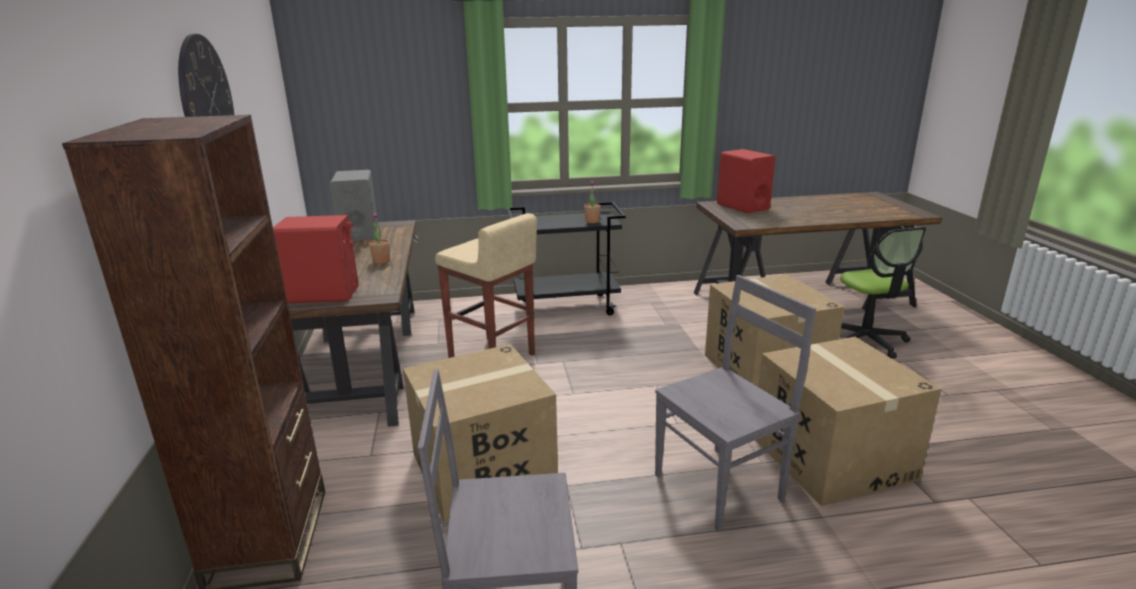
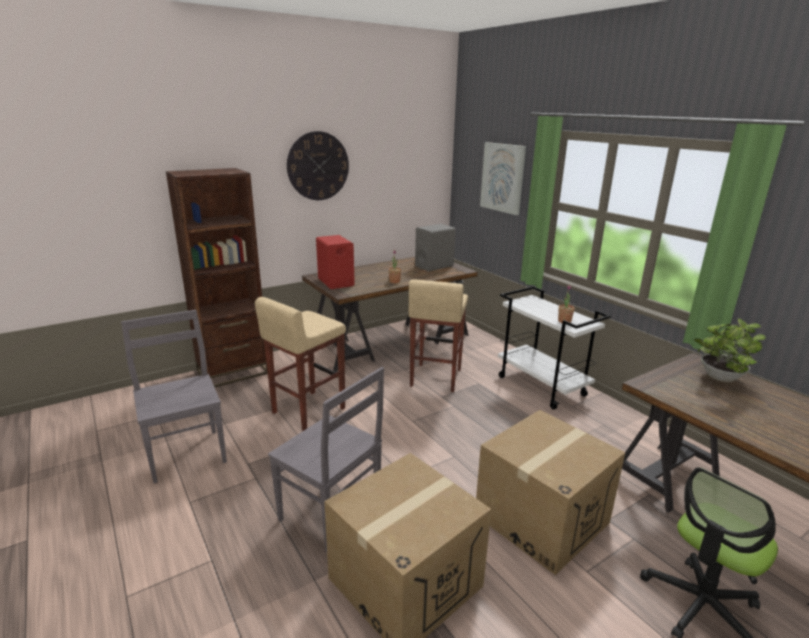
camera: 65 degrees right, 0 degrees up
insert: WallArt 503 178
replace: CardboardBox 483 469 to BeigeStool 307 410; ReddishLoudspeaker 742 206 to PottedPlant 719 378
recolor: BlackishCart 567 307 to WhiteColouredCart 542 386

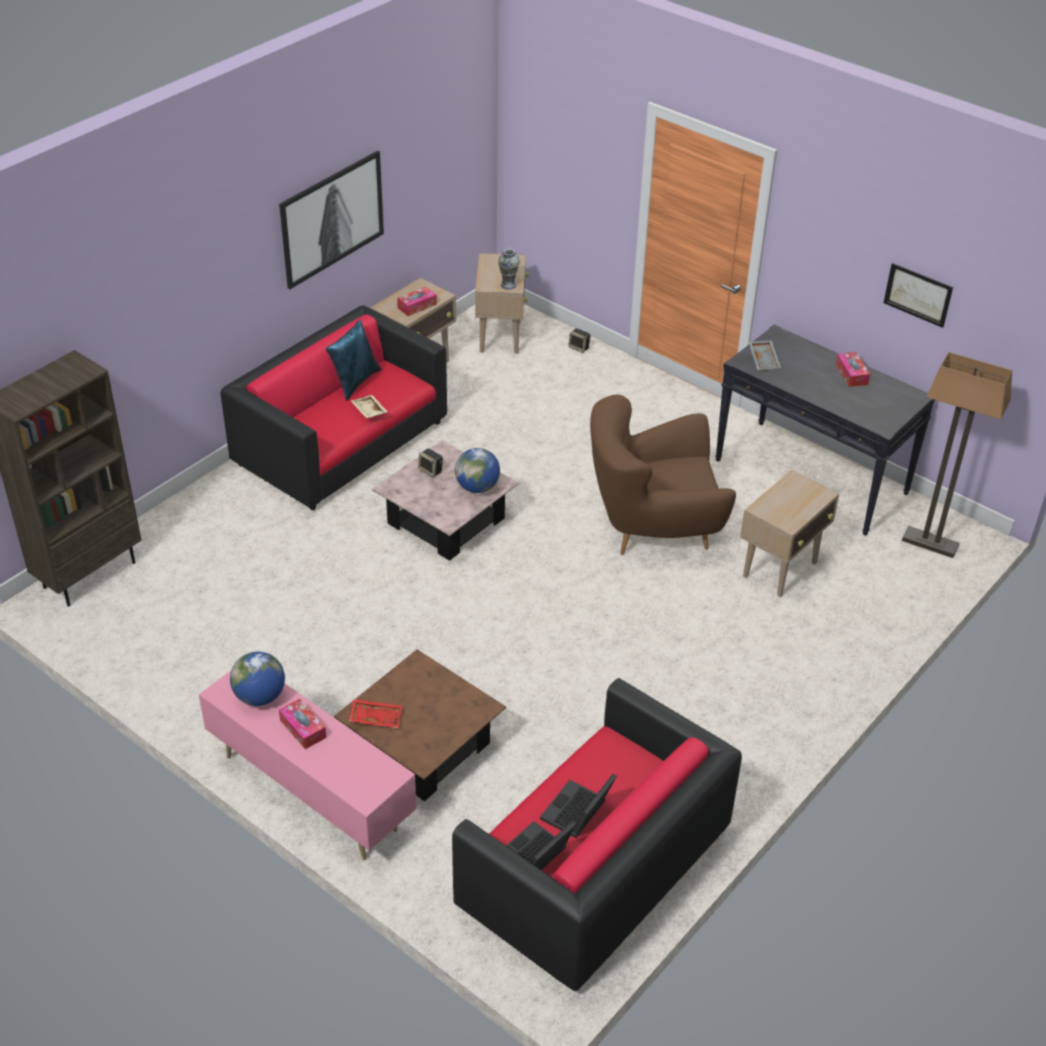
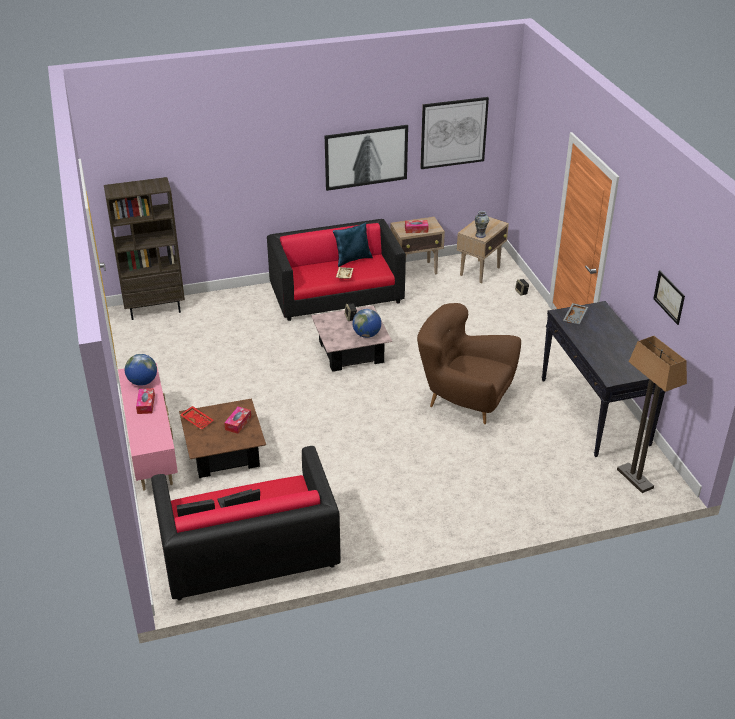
camera: 35 degrees right, 5 degrees down
delete: BeigeAccentTable 780 569
insert: WallArt 453 132
move: TissueHolder 851 374 to 238 423

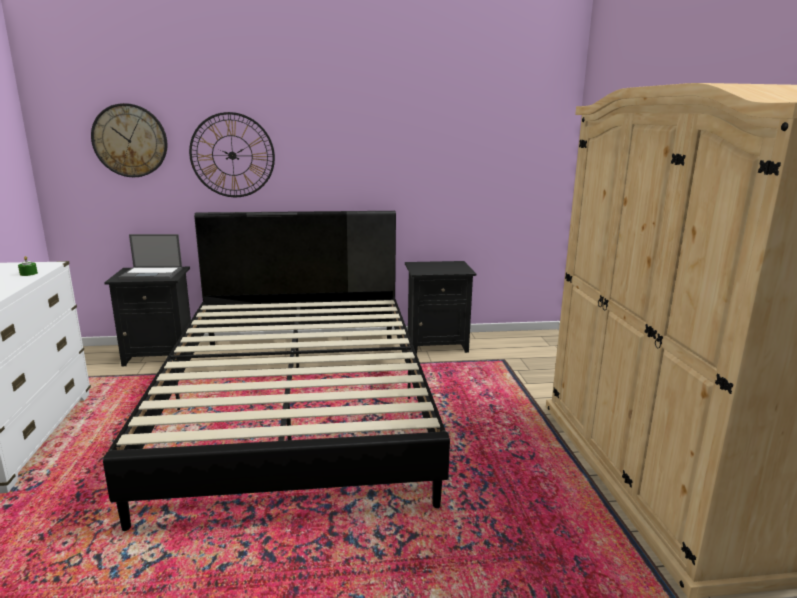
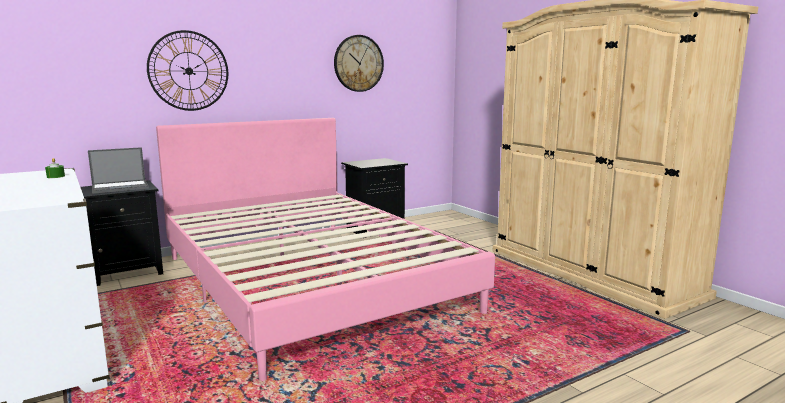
camera: 25 degrees left, 5 degrees down
move: WallClock 130 140 to 358 63
recolor: BlackishBed 298 405 to PinkColouredBed 309 281

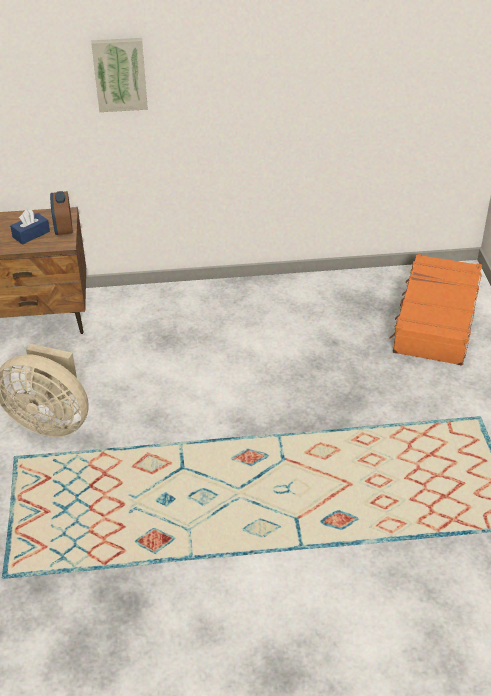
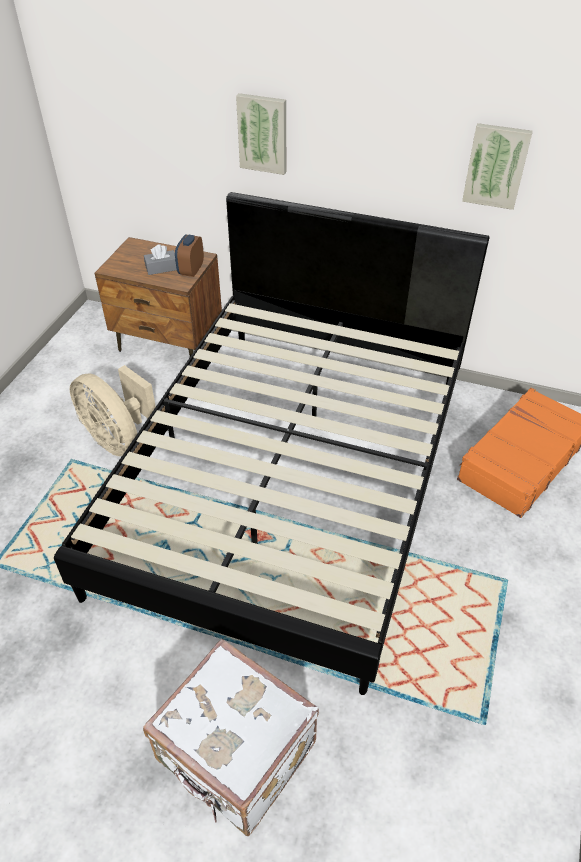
camera: 25 degrees right, 5 degrees up
insert: BlackishBed 291 477; WhiteColouredSuitcase 236 755; WallArt 496 166
recolor: BlueTissueHolder 31 234 to GrayTissueHolder 162 268

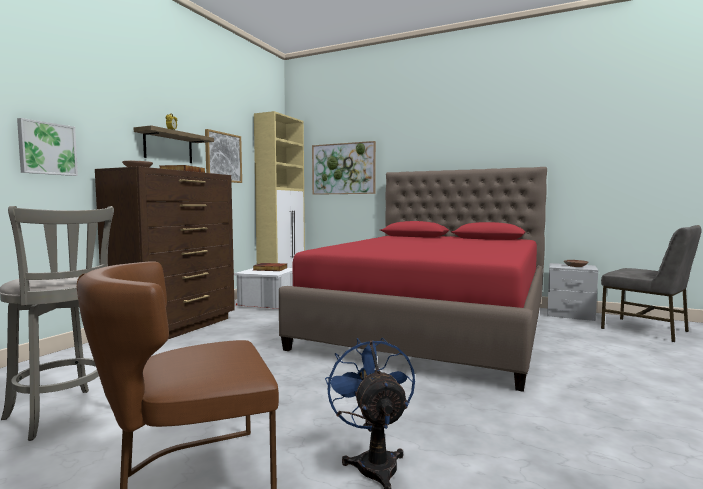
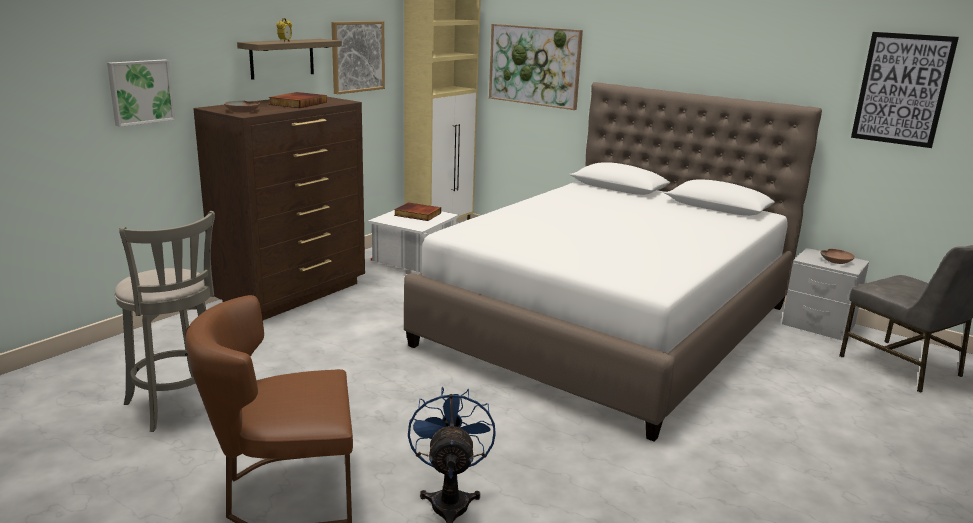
camera: 10 degrees right, 15 degrees up
insert: WallArt 902 89
recolor: ReddishBed 432 326 to WhiteColouredBed 610 325

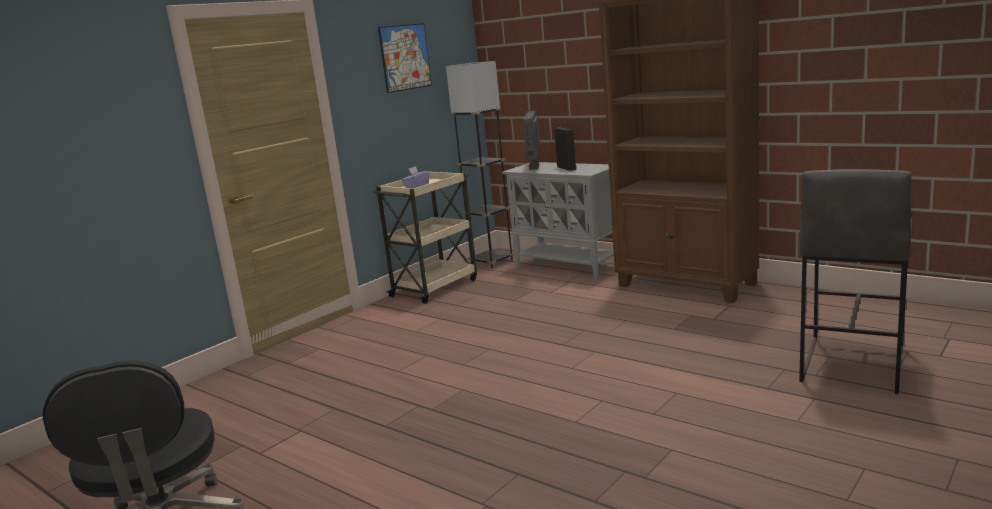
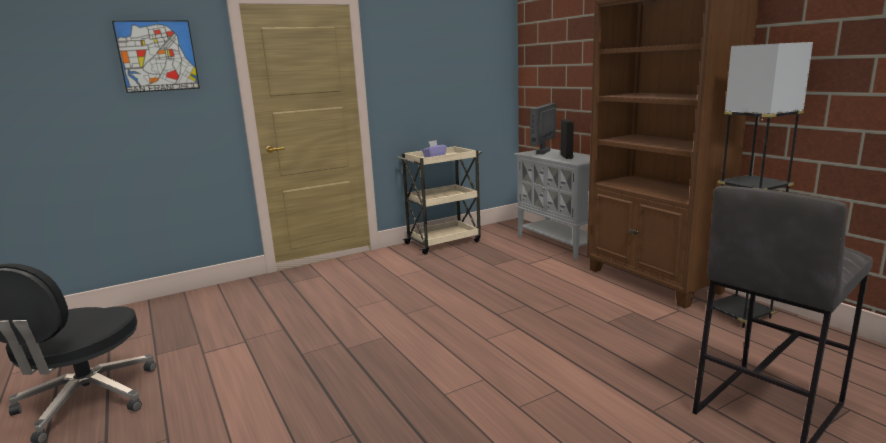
camera: 20 degrees right, 0 degrees up
move: WallArt 405 57 to 157 56; GrayStandingLamp 492 262 to 739 315

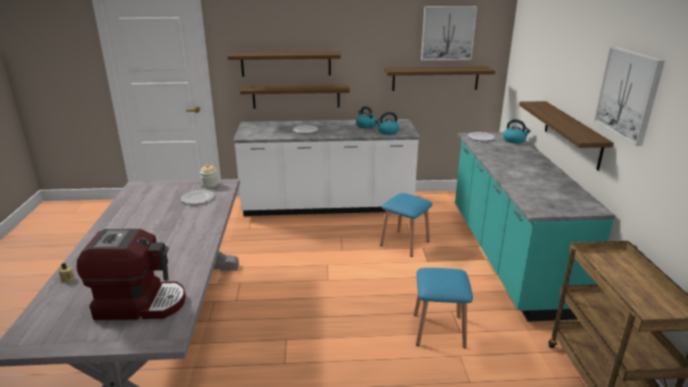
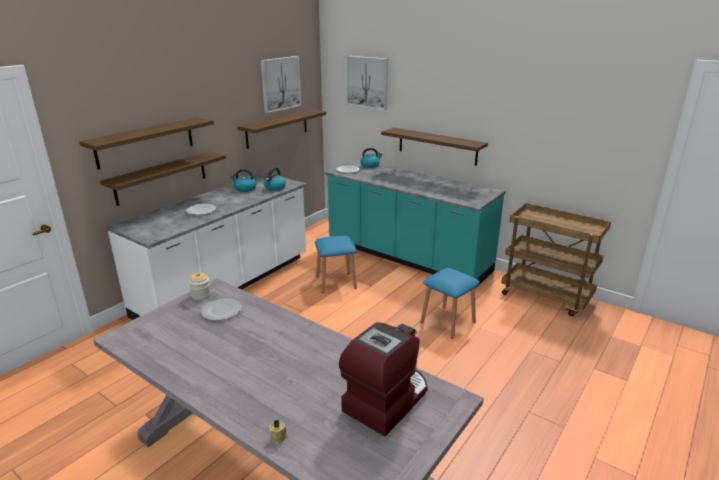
camera: 50 degrees left, 0 degrees up
move: WallArt 628 94 to 367 82

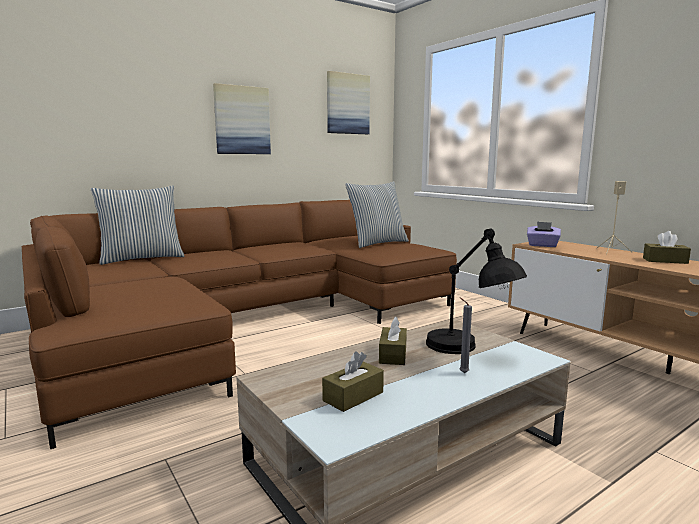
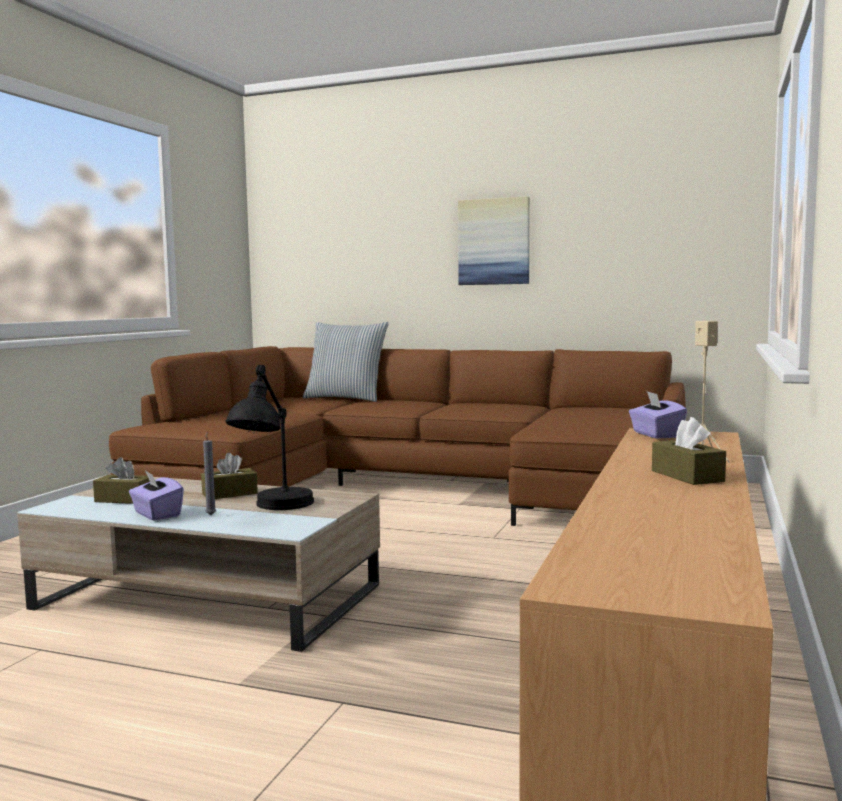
camera: 55 degrees right, 5 degrees down
delete: WallArt 347 104; Cushion 377 243
insert: PurpleColouredTissueHolder 156 514

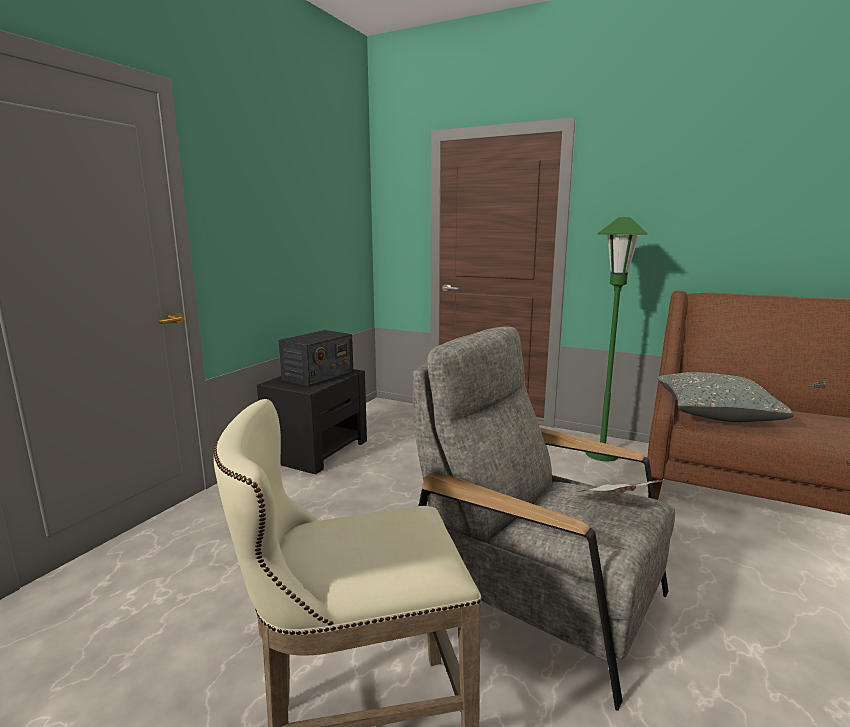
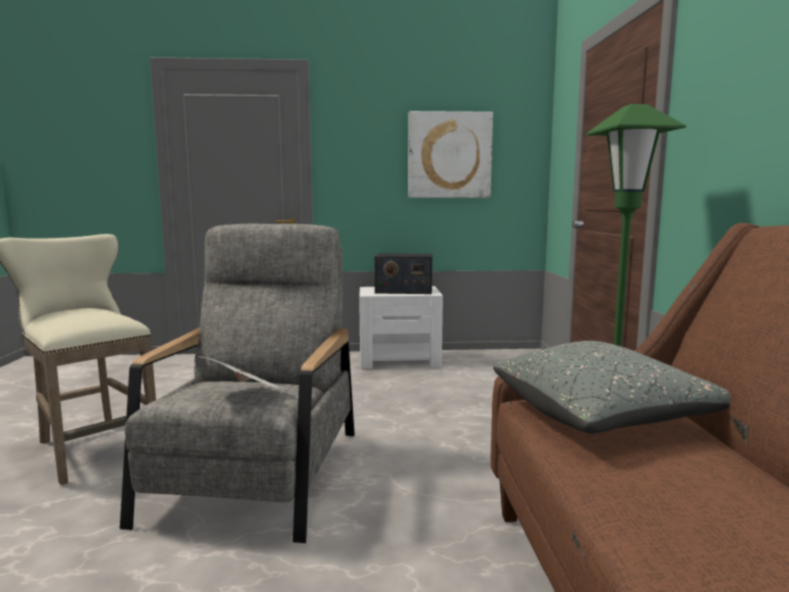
camera: 60 degrees right, 5 degrees down
insert: WallArt 449 155
recolor: BlackishNightstand 318 450 to WhiteColouredNightstand 400 359

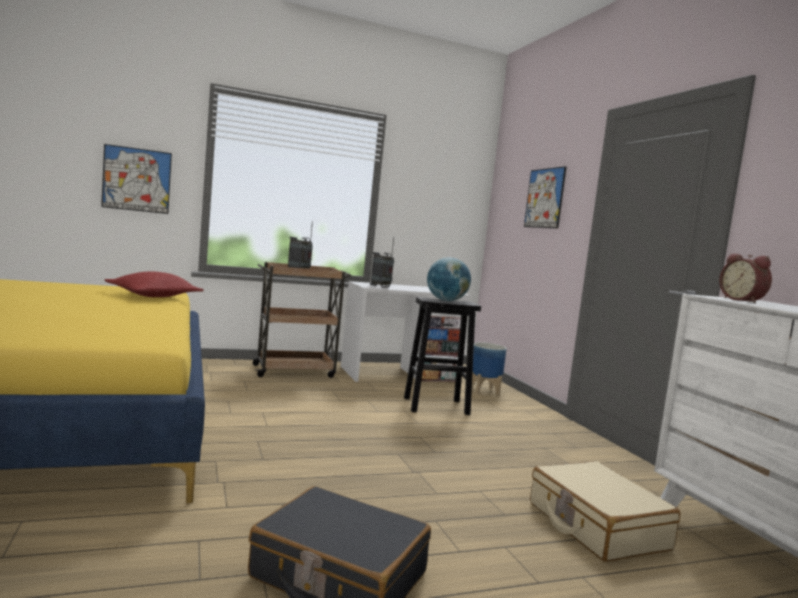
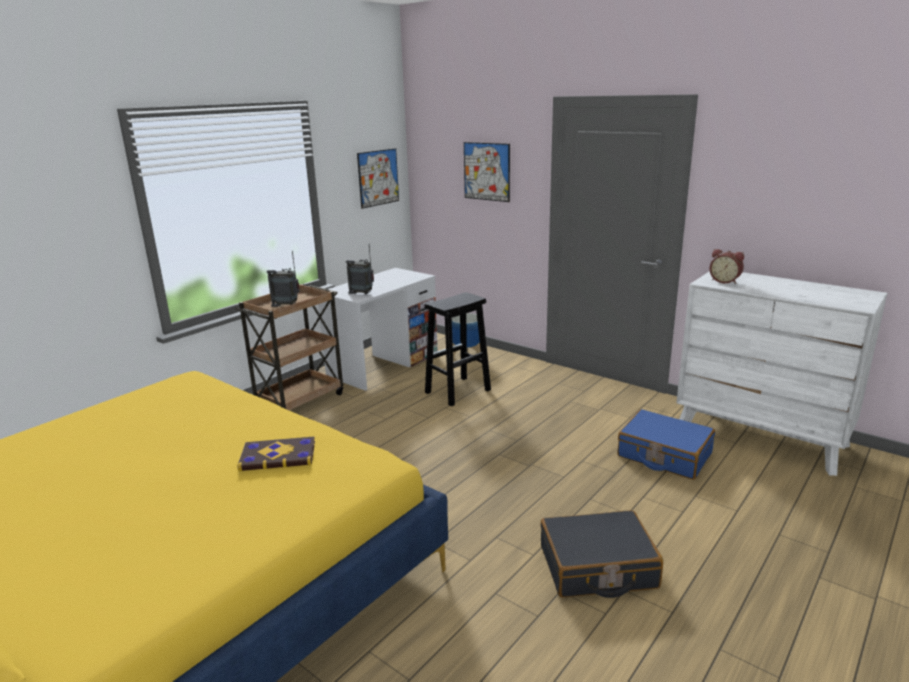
camera: 30 degrees left, 15 degrees up
delete: ReddishCushion 153 296; WorldGlobe 446 301
insert: Volume 278 455
move: WallArt 137 179 to 378 178
recolor: BeigeSuitcase 596 526 to BlueSuitcase 664 455

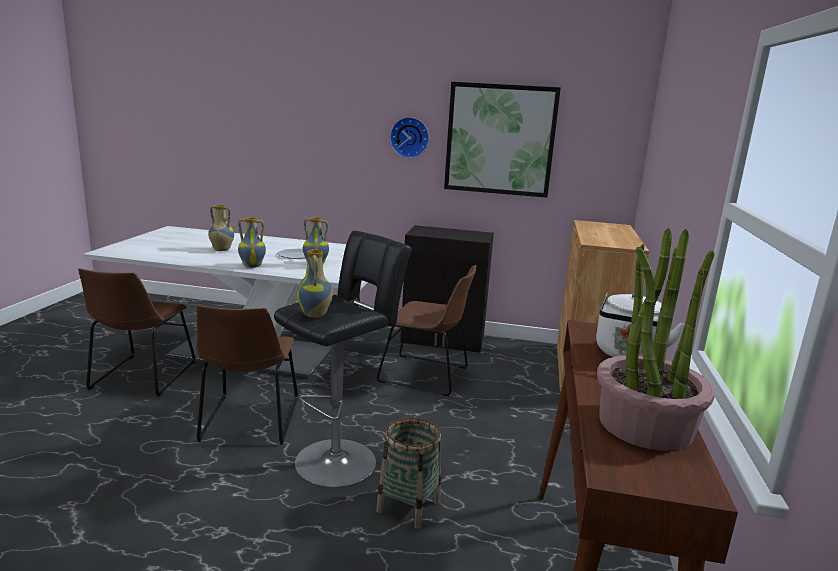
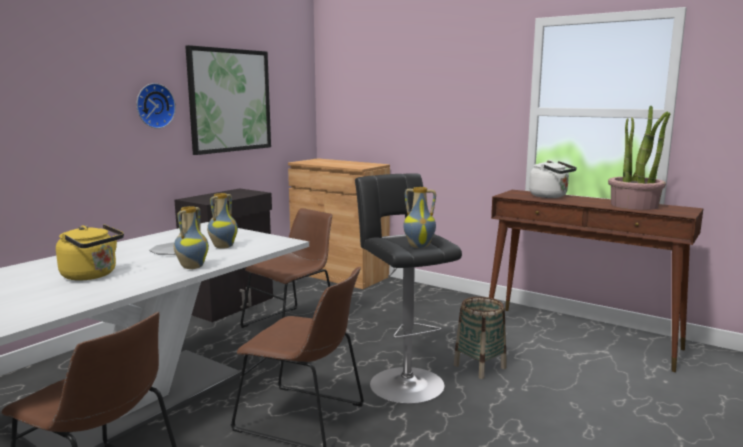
camera: 65 degrees left, 5 degrees down
replace: DecorativeVase 221 250 to YellowColouredTeaKettle 92 275

